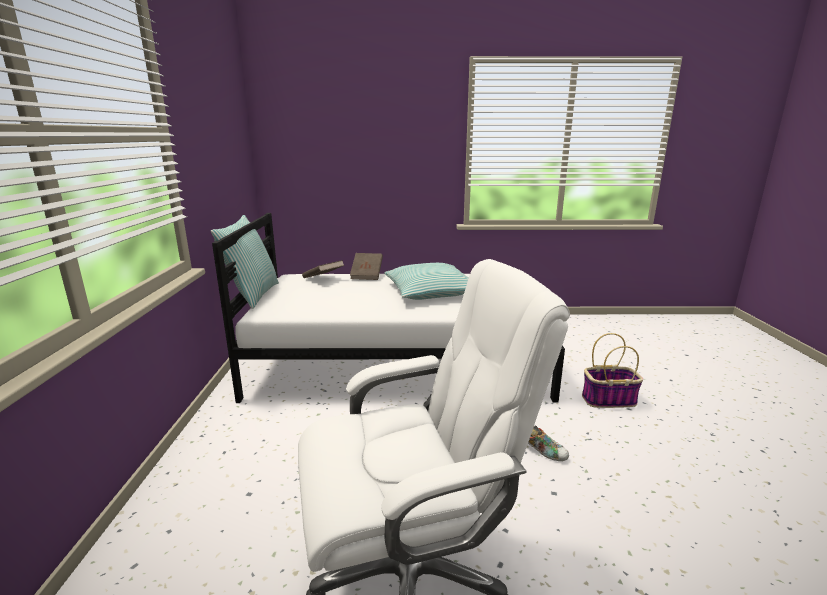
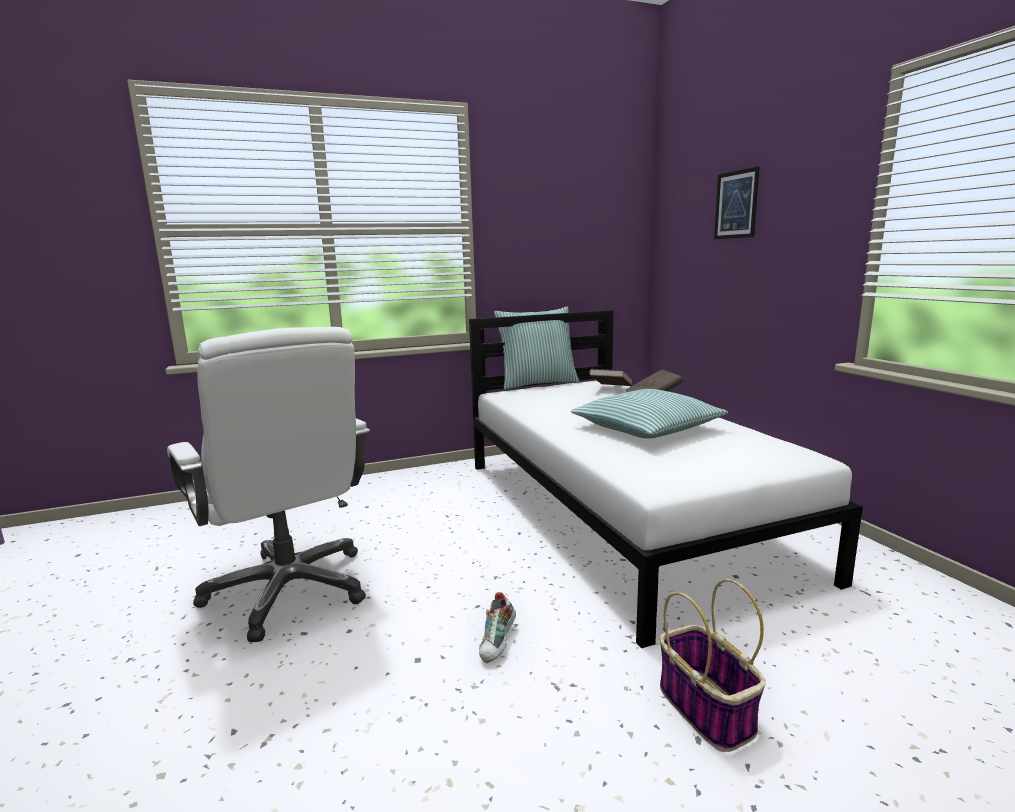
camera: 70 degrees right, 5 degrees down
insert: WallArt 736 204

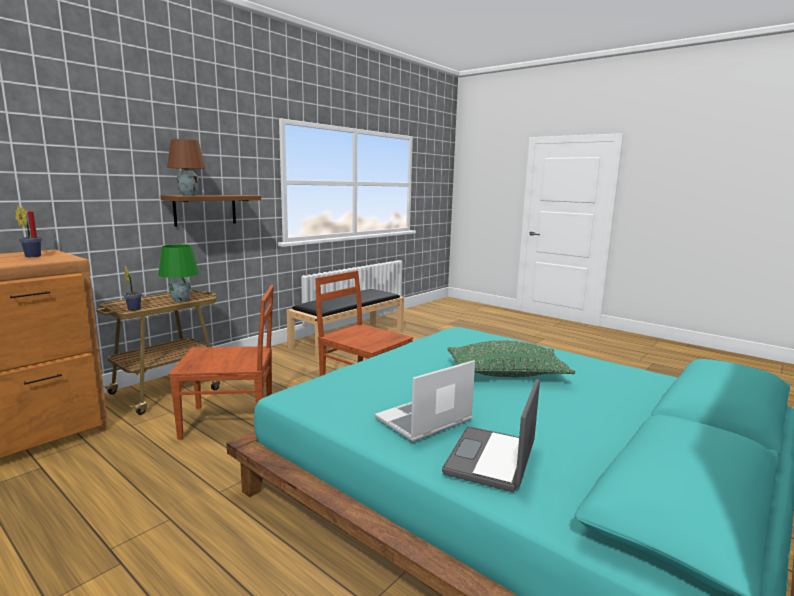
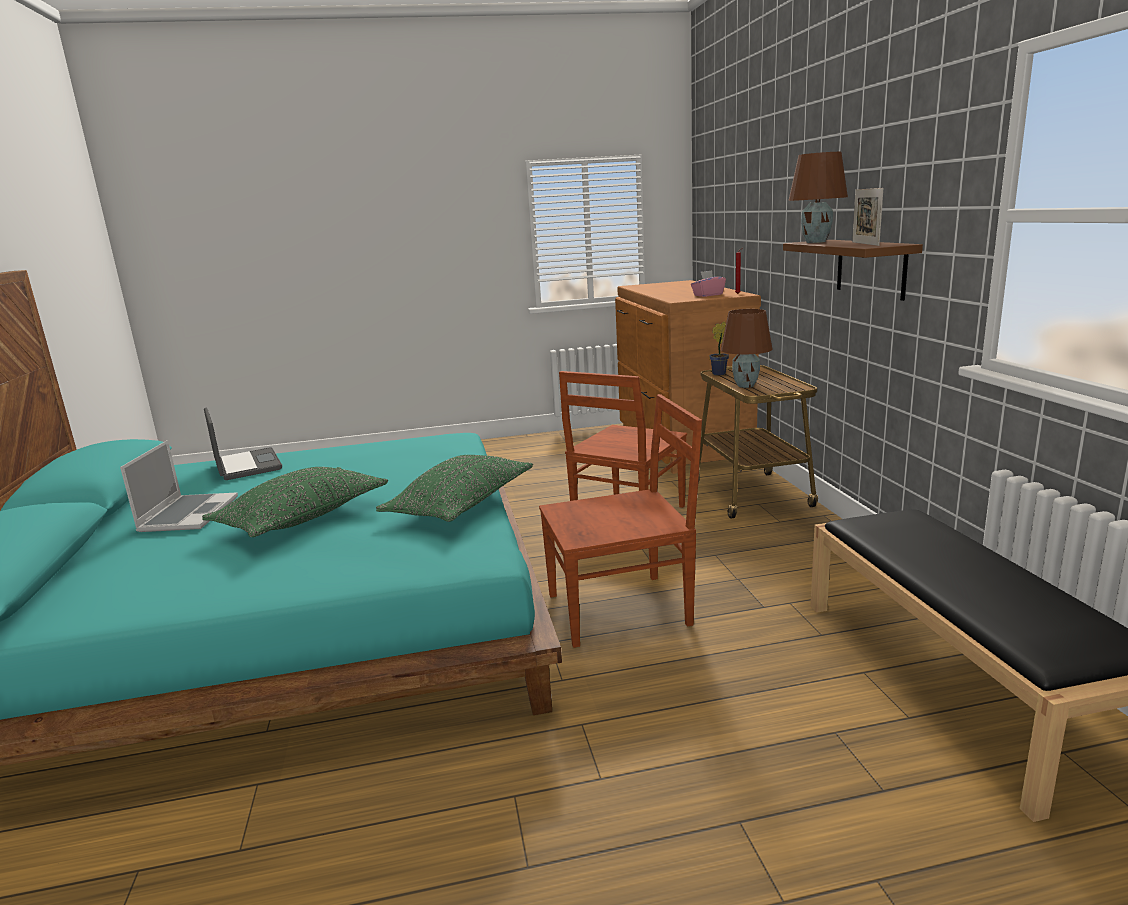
camera: 130 degrees right, 5 degrees up
insert: GreenCushion 461 505; PhotoFrame 865 243
move: PortableComputer 423 421 to 188 514
replace: PottedPlant 32 256 to PinkColouredTissueHolder 708 295
recolor: GreenLampForATable 181 301 to BrownColouredLampForATable 745 386

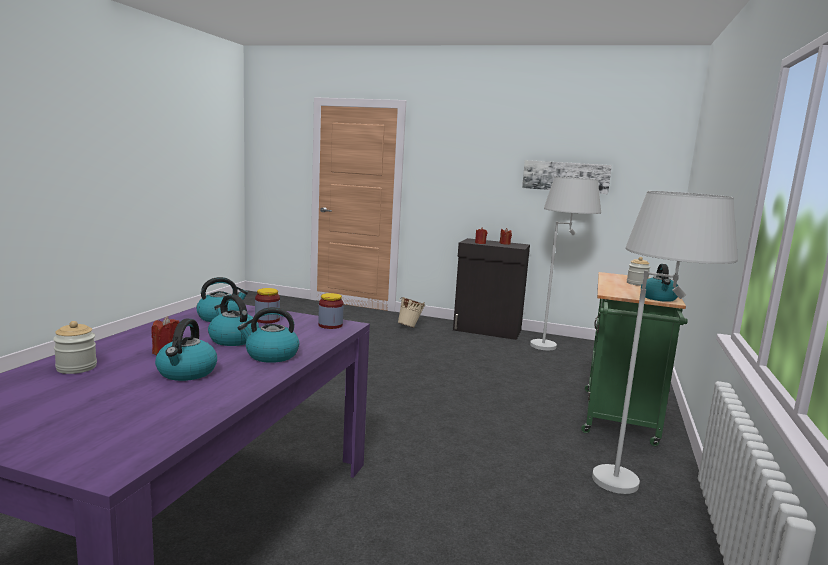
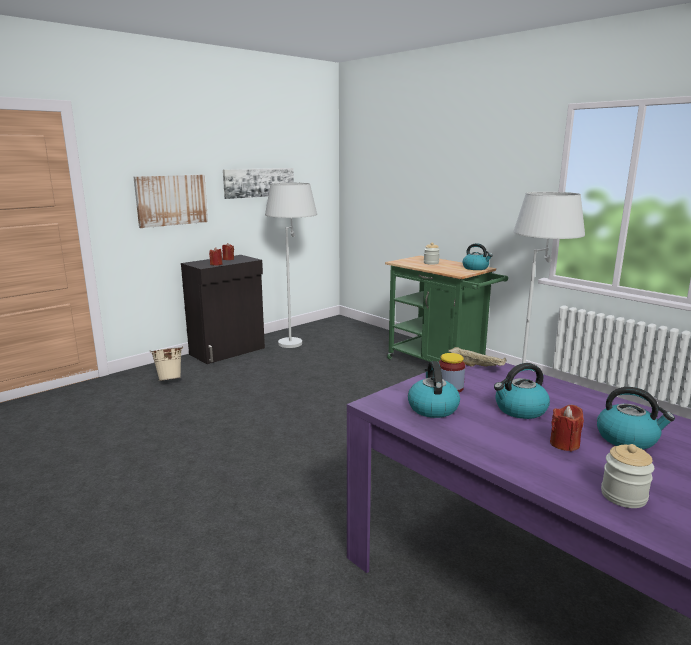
camera: 60 degrees left, 5 degrees up
delete: TeaKettle 271 355
insert: WallArt 171 200
replace: PreserveJar 330 325 to BeigeTray 477 366

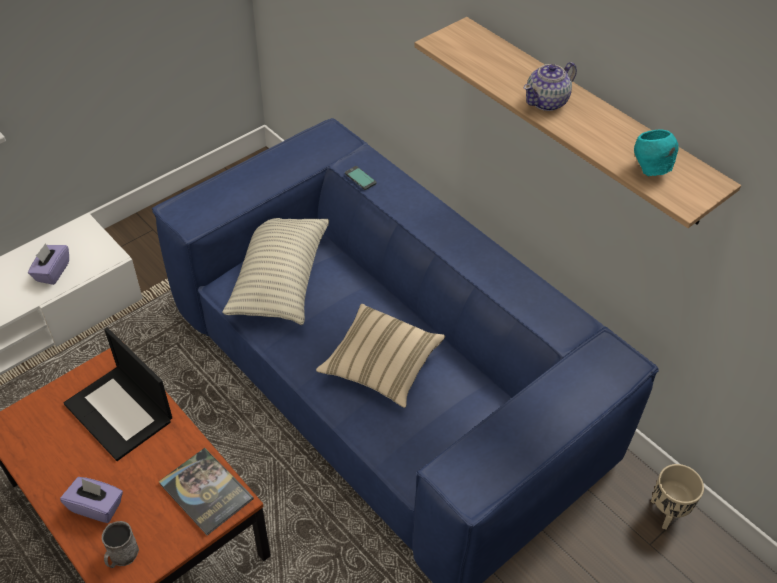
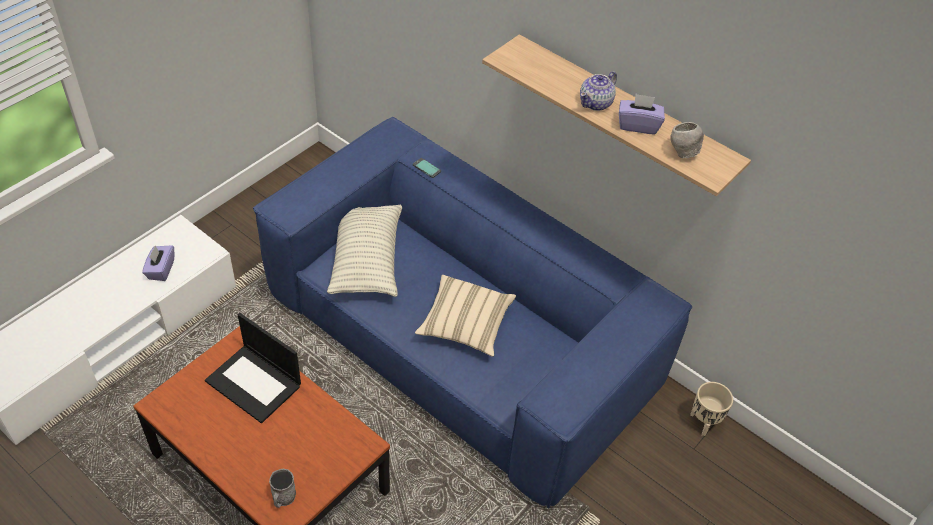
camera: 10 degrees left, 0 degrees up
delete: Volume 206 491
move: PurpleColouredTissueHolder 97 506 to 638 125
recolor: BlueGreenBowl 650 170 to GrayBowl 682 153

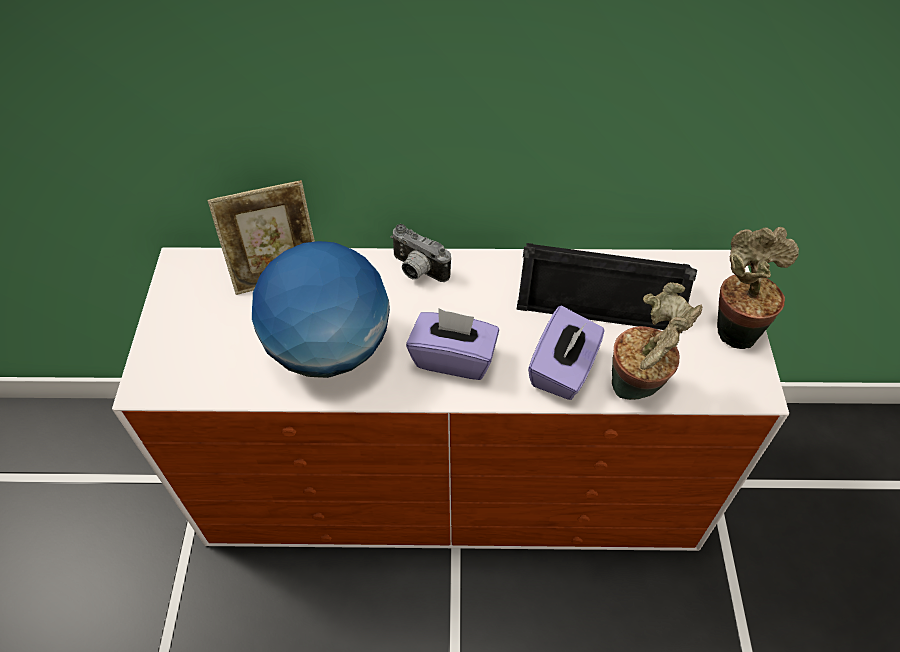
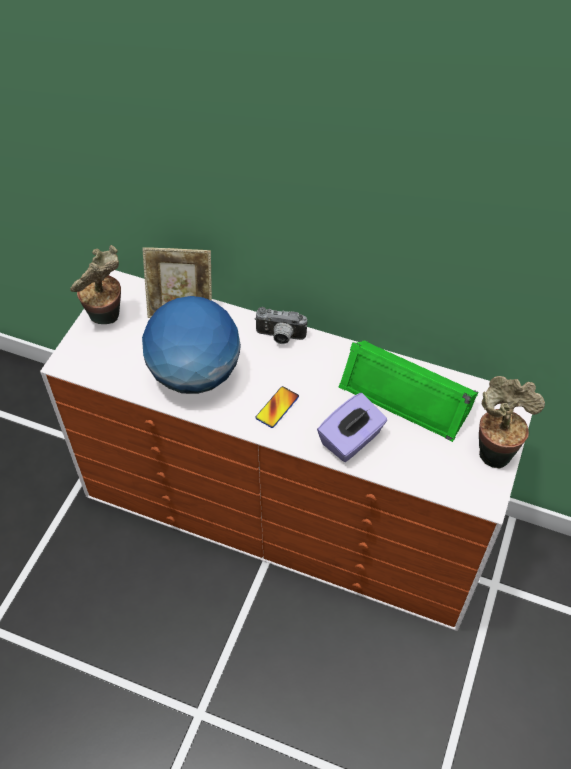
camera: 20 degrees right, 0 degrees up
move: PottedPlant 638 388 to 106 319
replace: PurpleColouredTissueHolder 453 358 to Handset 277 407
recolor: BlackishLoudspeaker 601 293 to GreenLoudspeaker 407 394
rotate: PhotoCamera 417 270 = 280 337 45 degrees counterclockwise

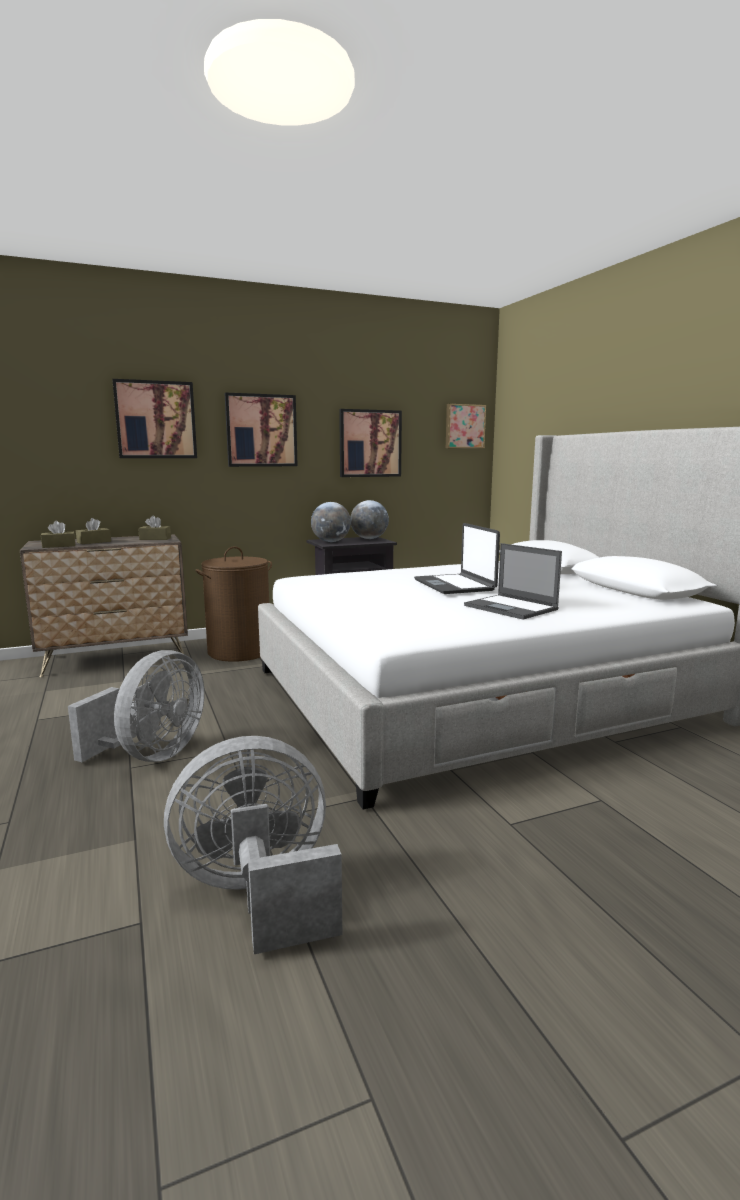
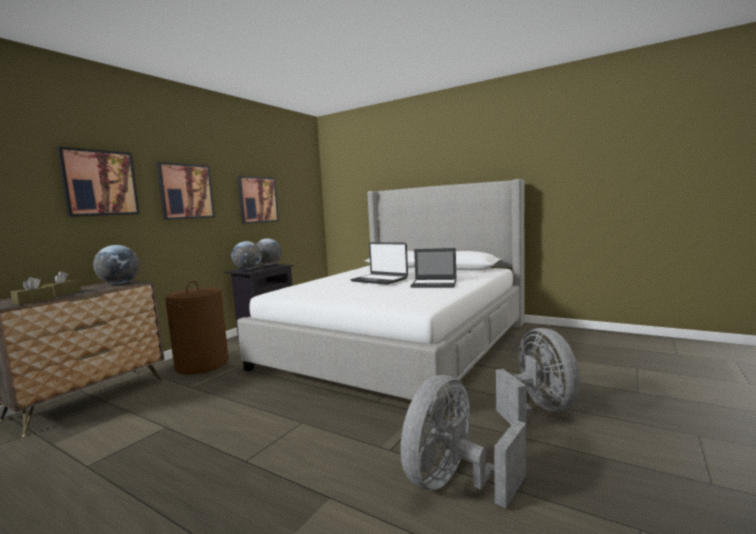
camera: 35 degrees left, 5 degrees down
delete: WallArt 464 426
move: GrayCoolingFan 152 755 to 538 410
replace: BrownColouredTissueHolder 155 539 to WorldGlobe 120 283

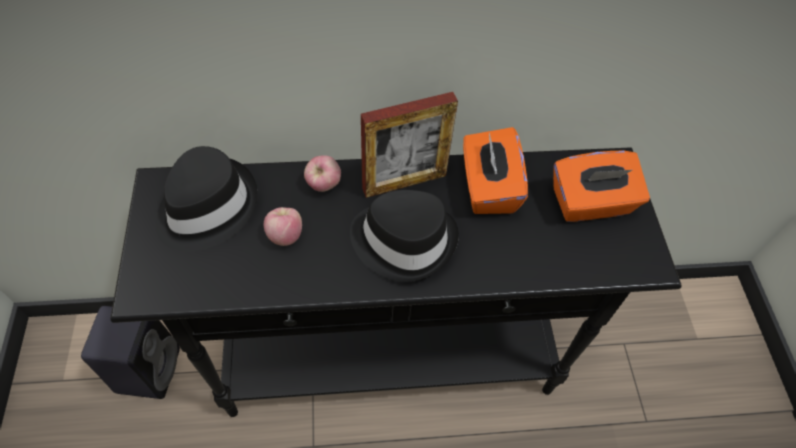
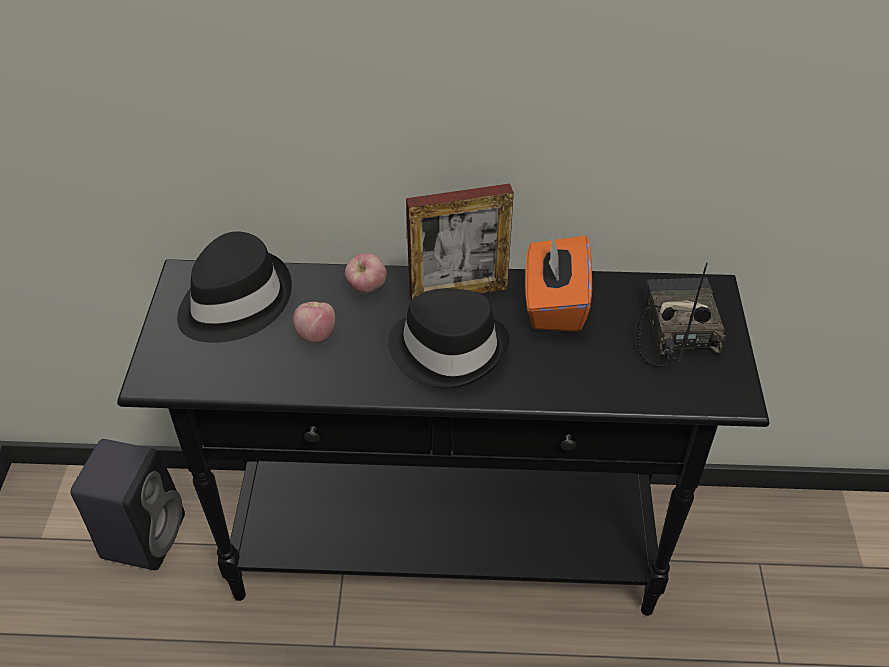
camera: 10 degrees right, 10 degrees down
replace: OrangeTissueHolder 591 203 to Radio 673 328

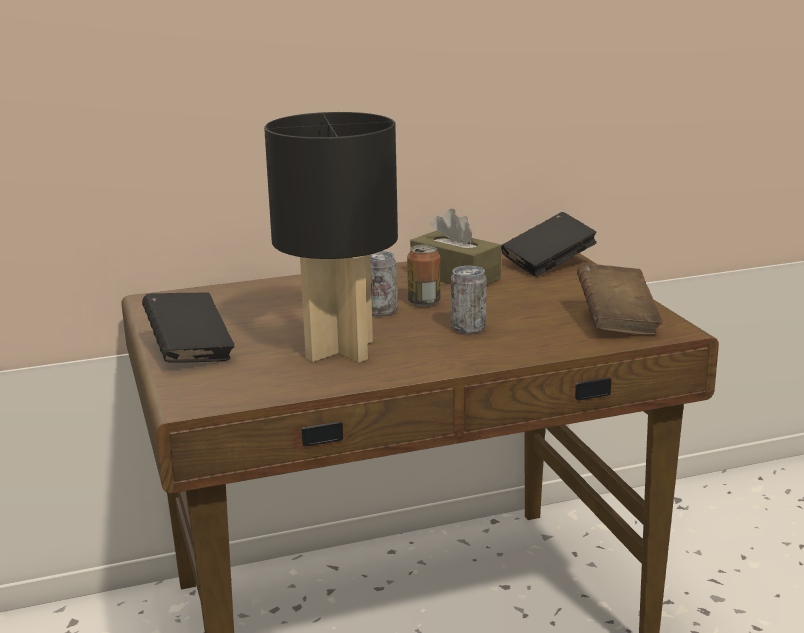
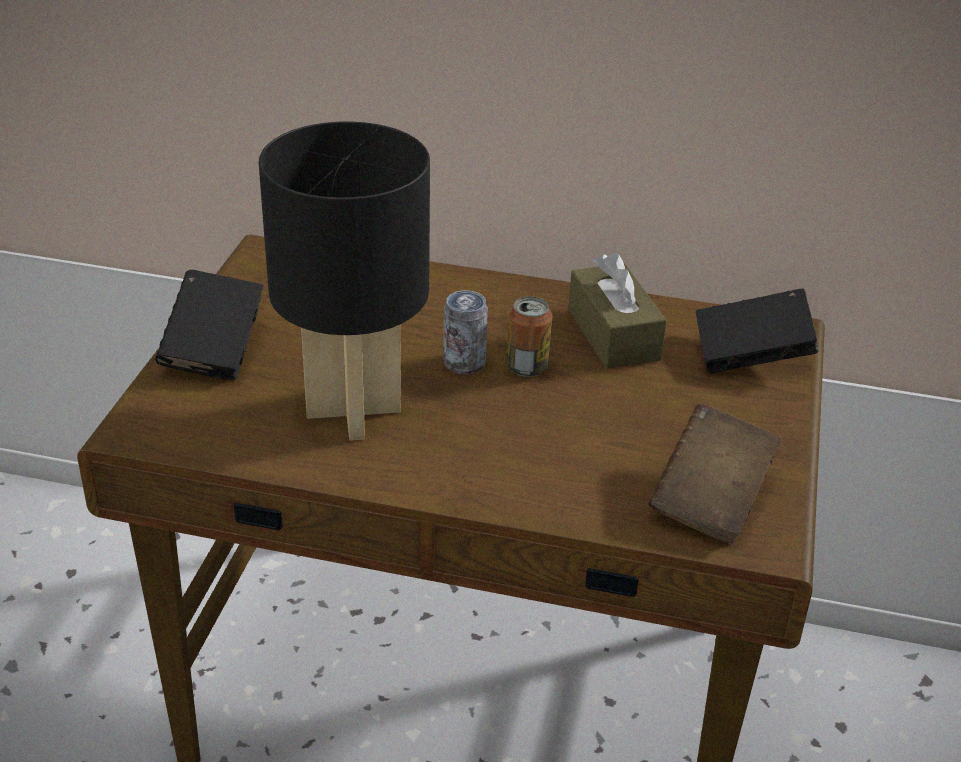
camera: 30 degrees right, 15 degrees up
delete: SealedCan 468 328

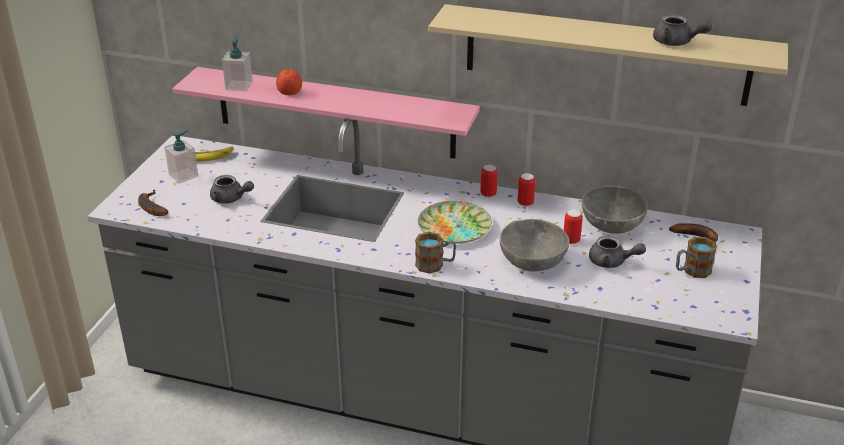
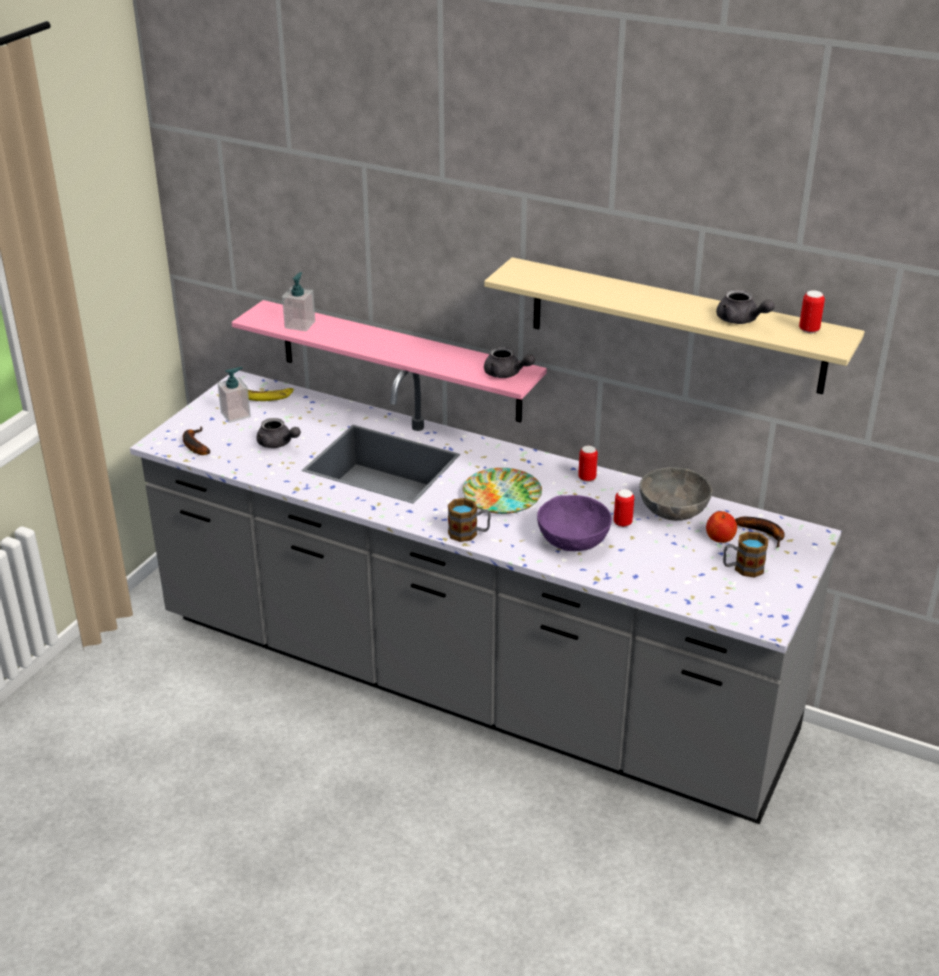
camera: 10 degrees right, 0 degrees up
move: AppleFruit 290 92 to 720 538; SealedCan 488 194 to 809 330; GrayTeaPot 612 262 to 506 374
recolor: GrayBowl 532 261 to PurpleColouredBowl 573 540

